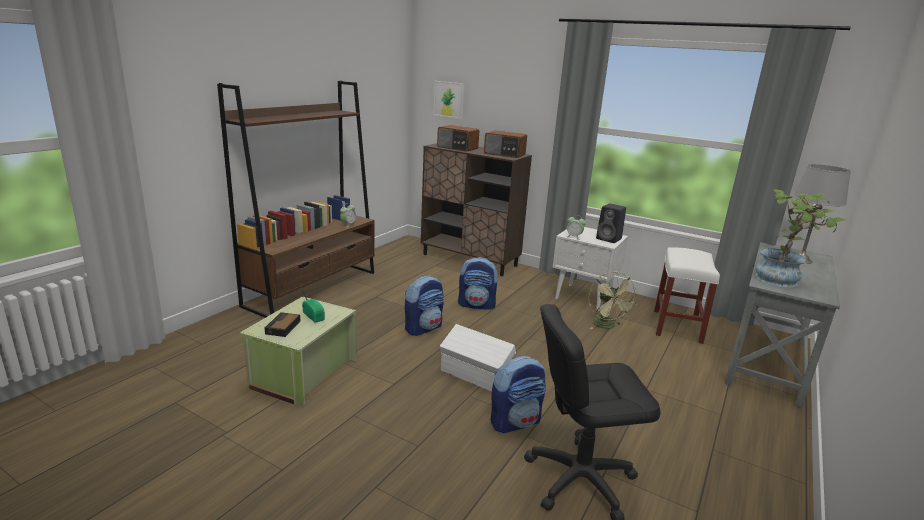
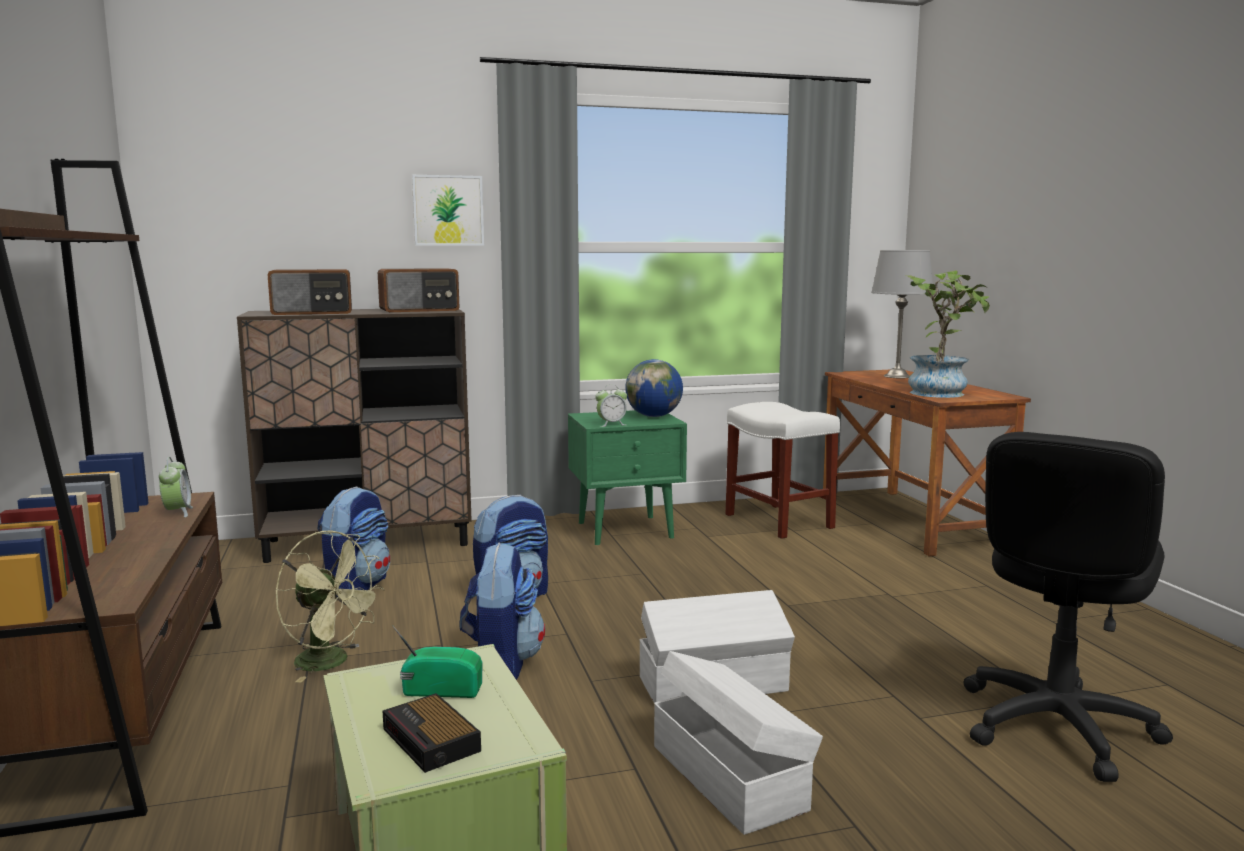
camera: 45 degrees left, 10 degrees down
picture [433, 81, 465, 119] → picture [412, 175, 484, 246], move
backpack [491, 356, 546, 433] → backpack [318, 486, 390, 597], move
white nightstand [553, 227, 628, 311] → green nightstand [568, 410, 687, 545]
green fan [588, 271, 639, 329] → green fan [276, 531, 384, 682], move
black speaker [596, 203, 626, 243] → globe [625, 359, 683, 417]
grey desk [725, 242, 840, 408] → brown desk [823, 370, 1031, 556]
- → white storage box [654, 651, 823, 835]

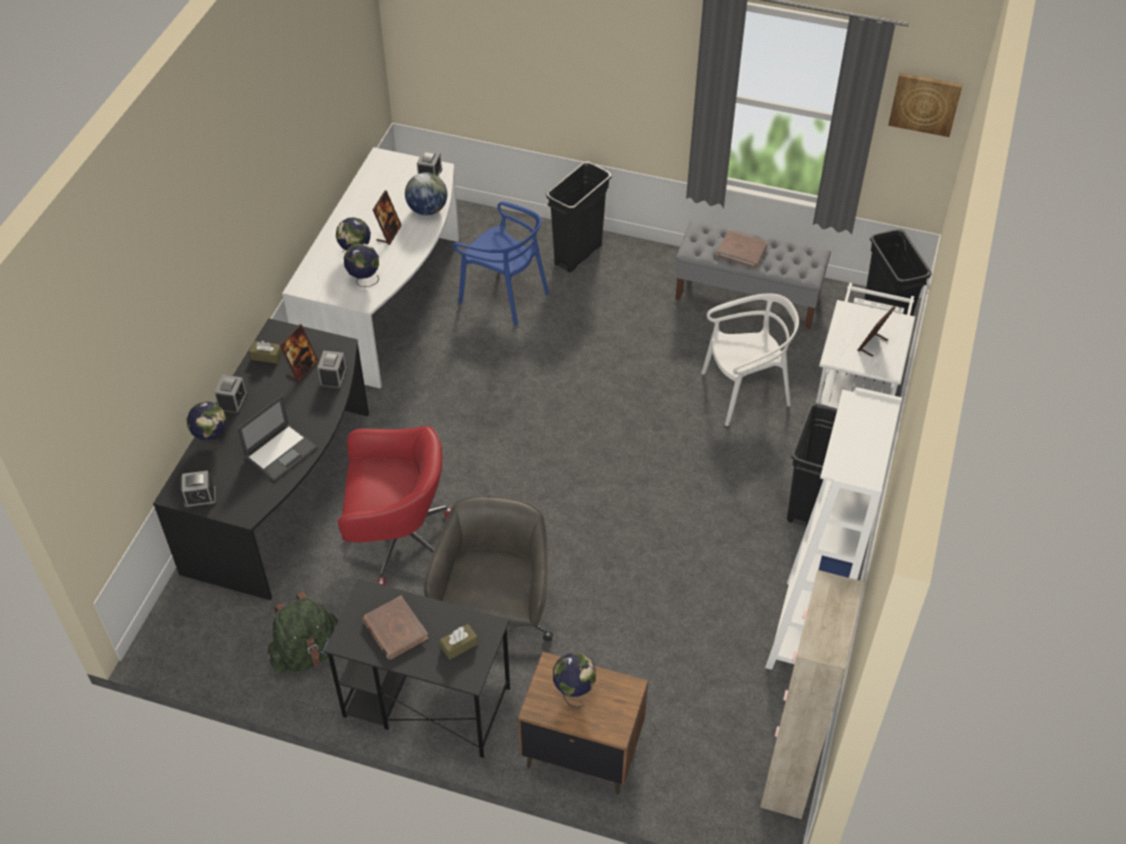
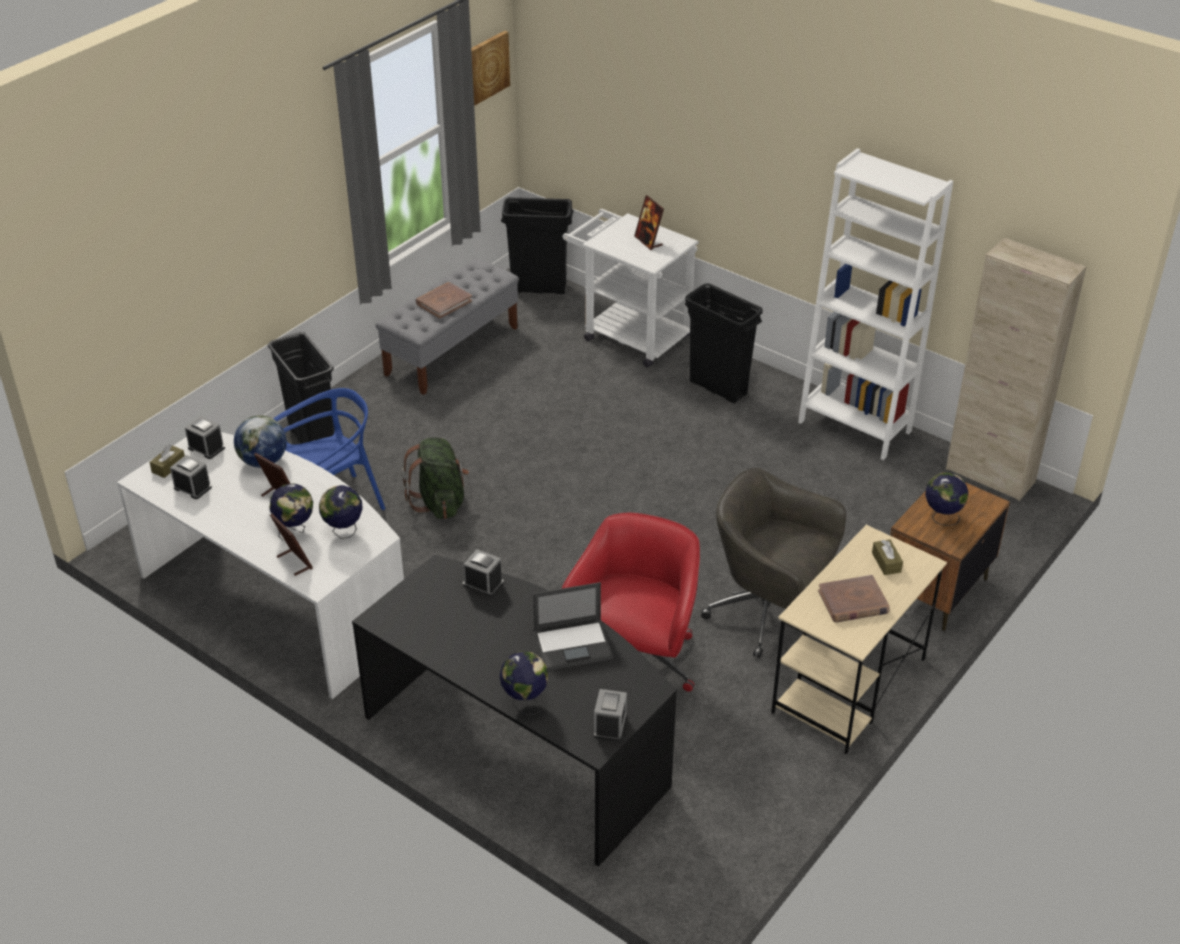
camera: 70 degrees left, 10 degrees down
alarm clock [214, 375, 247, 414] → alarm clock [170, 455, 212, 499], move
laptop [237, 395, 318, 481] → laptop [533, 582, 613, 670], 105 degrees clockwise
brown tissue box [249, 340, 283, 364] → brown tissue box [149, 444, 185, 478], move
green backpack [268, 592, 339, 672] → green backpack [402, 438, 469, 519], move
picture frame [280, 324, 319, 382] → picture frame [270, 514, 313, 576], move
black desk [324, 579, 510, 758] → beige desk [771, 525, 947, 754]
white chair [701, 293, 799, 426] → -

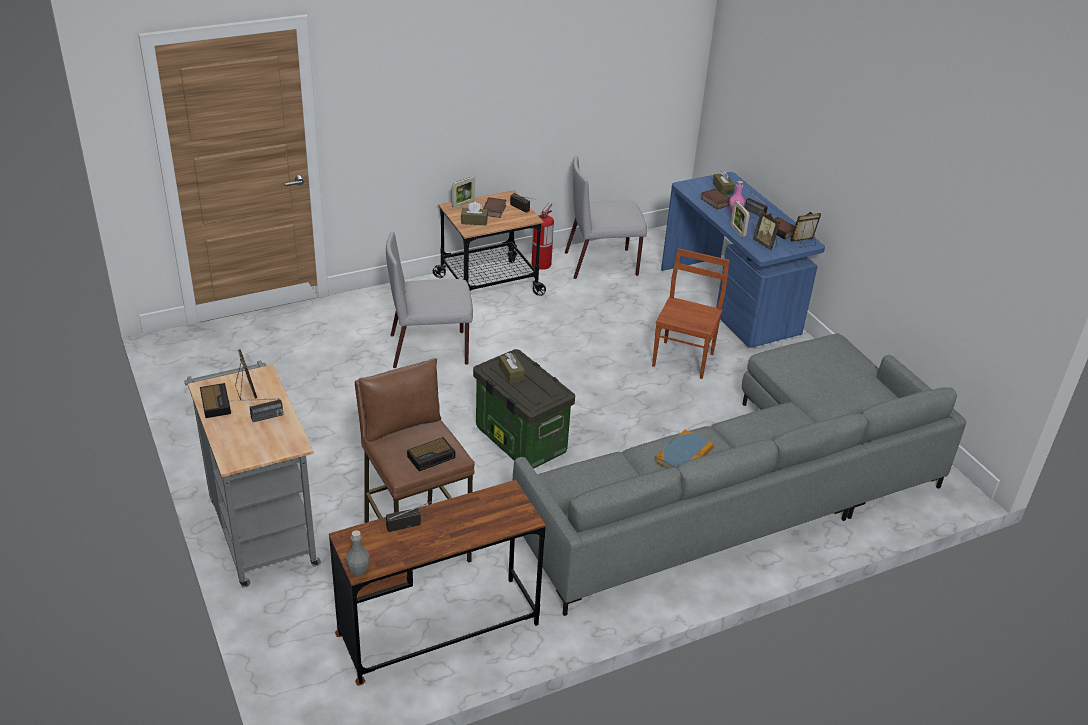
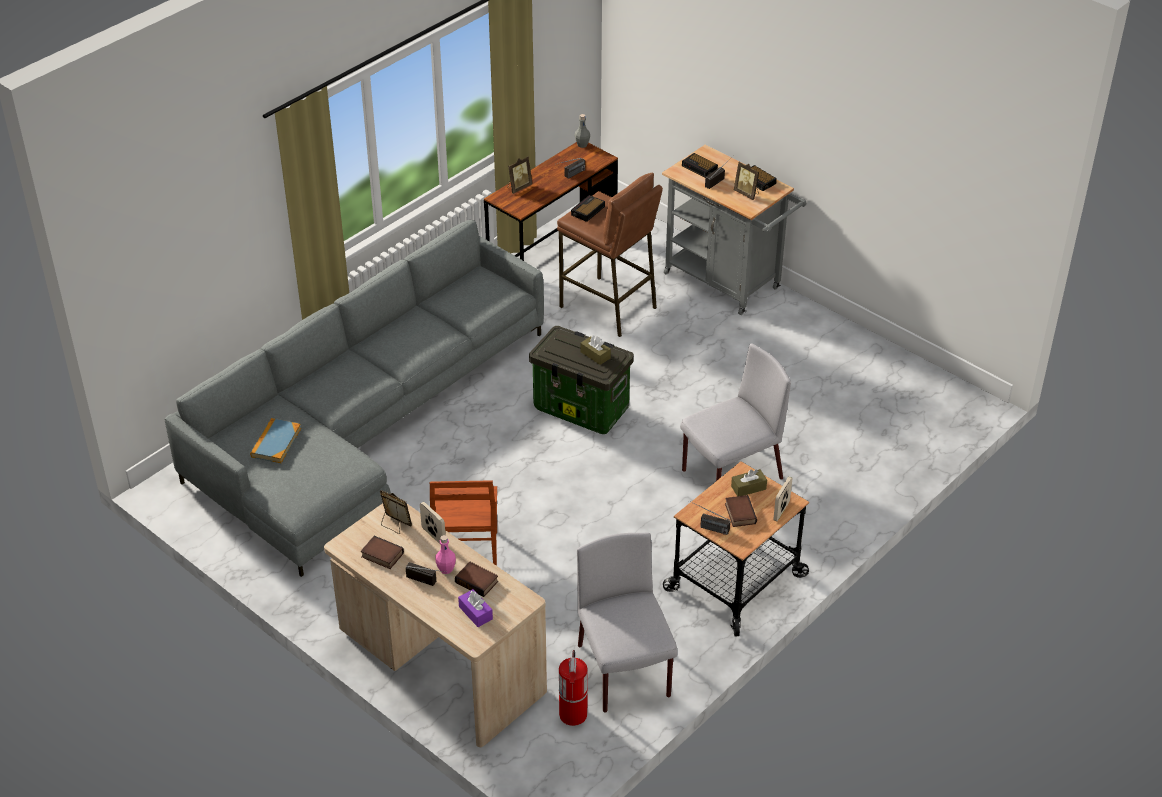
camera: 160 degrees right, 5 degrees up
fire extinguisher [532, 203, 554, 270] → fire extinguisher [559, 650, 588, 726], move
grey chair [565, 156, 647, 279] → grey chair [577, 533, 678, 713], 75 degrees counterclockwise
book [655, 429, 714, 469] → book [250, 418, 301, 463], move
blue desk [661, 172, 825, 348] → beige desk [324, 503, 547, 747]
brown tissue box [713, 170, 735, 195] → purple tissue box [458, 589, 493, 627]
picture frame [790, 212, 821, 248] → picture frame [508, 156, 532, 194], move
- → alarm clock [682, 153, 718, 178]

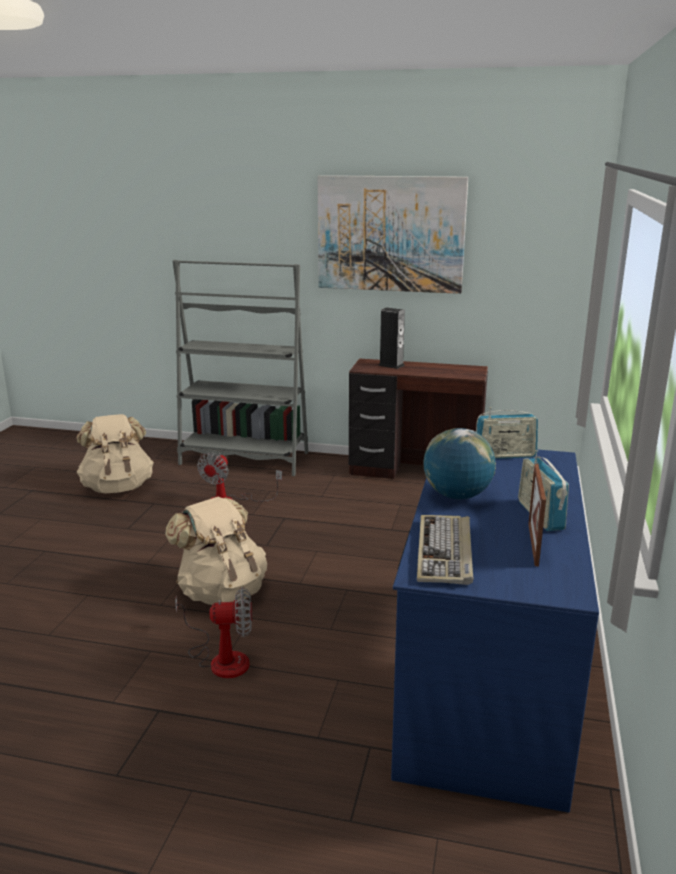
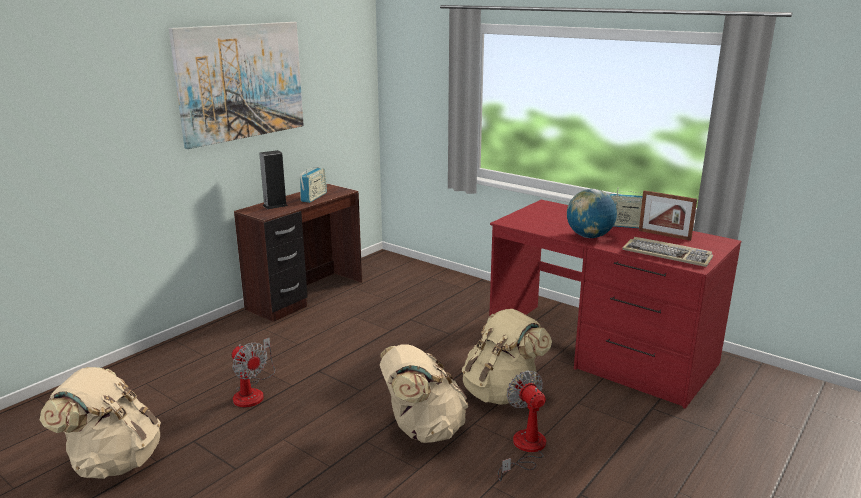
camera: 65 degrees left, 0 degrees up
grey bookcase [173, 260, 308, 476] → -
fan [175, 587, 252, 678] → fan [498, 371, 546, 482], 45 degrees counterclockwise
blue desk [391, 449, 599, 813] → red desk [489, 200, 741, 409]
radio [476, 407, 538, 459] → radio [300, 167, 327, 203], move
- → beige backpack [462, 309, 552, 405]

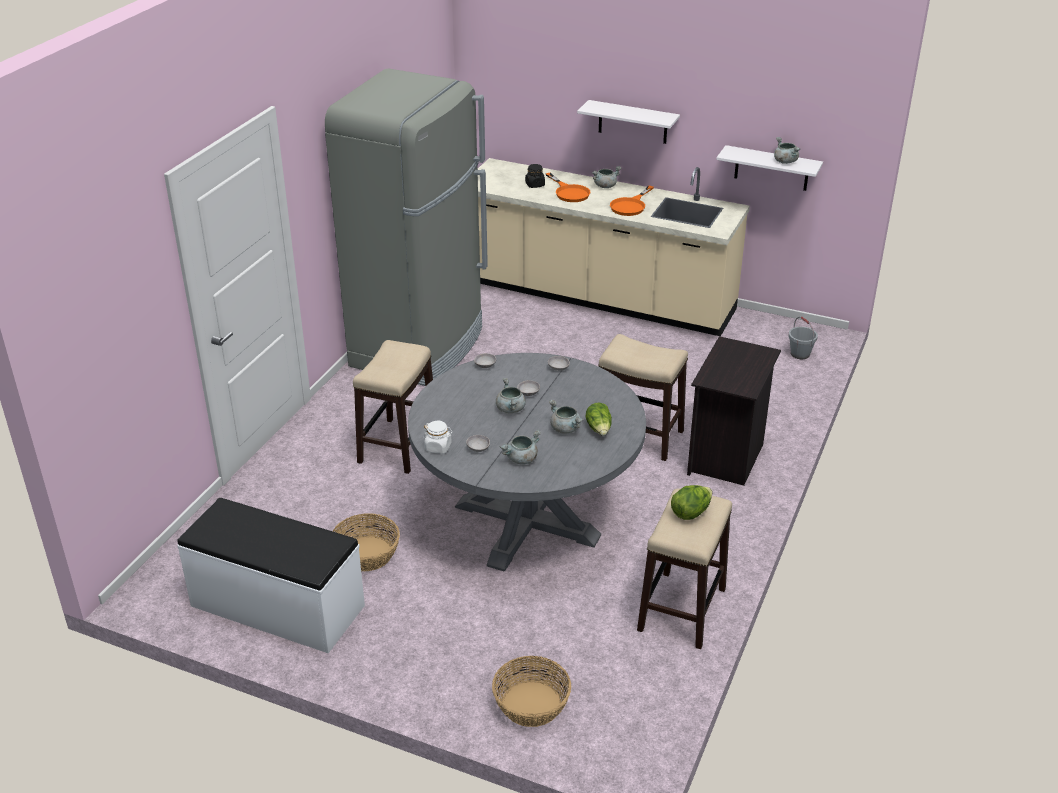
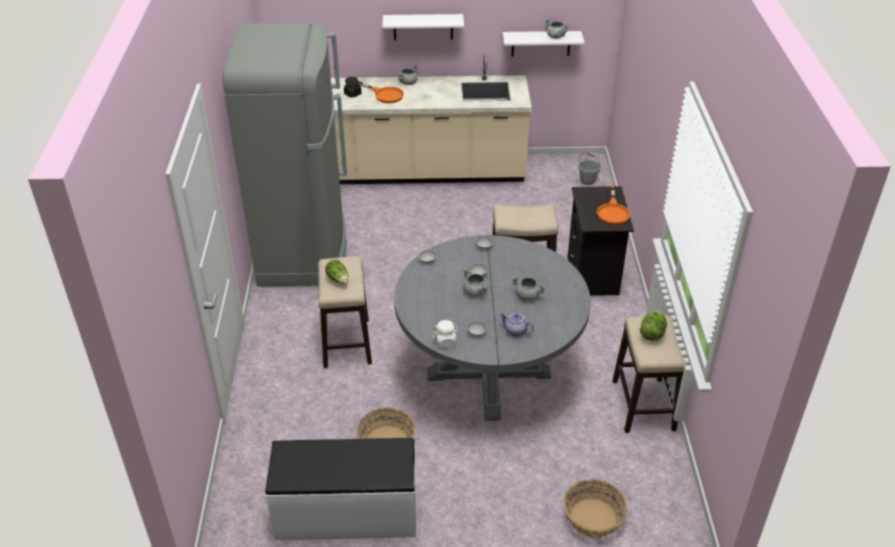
camera: 25 degrees left, 5 degrees up
grey cooking pot [500, 430, 541, 465] → teapot [499, 312, 534, 337]
lettuce [585, 403, 612, 436] → lettuce [325, 260, 348, 284], move
orange frying pan [610, 186, 654, 216] → orange frying pan [597, 185, 630, 225], move

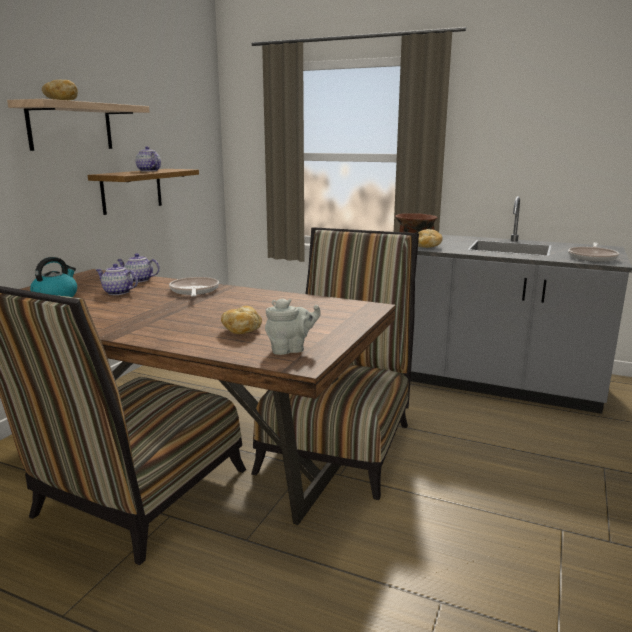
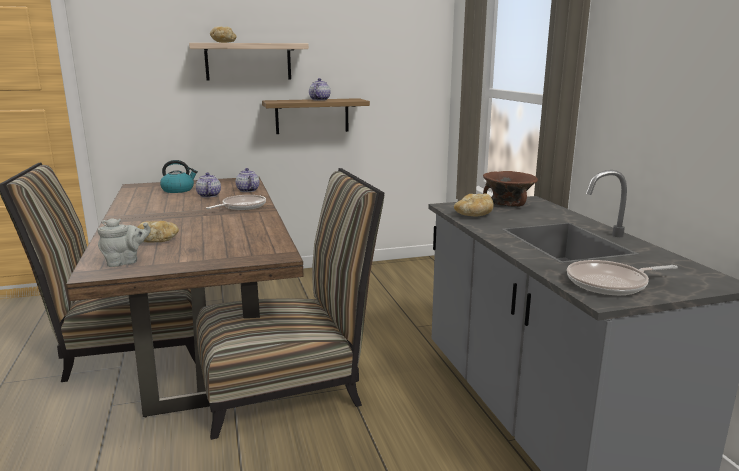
camera: 50 degrees right, 0 degrees up
grey teapot [265, 298, 321, 355] → grey teapot [97, 218, 151, 267], 60 degrees counterclockwise

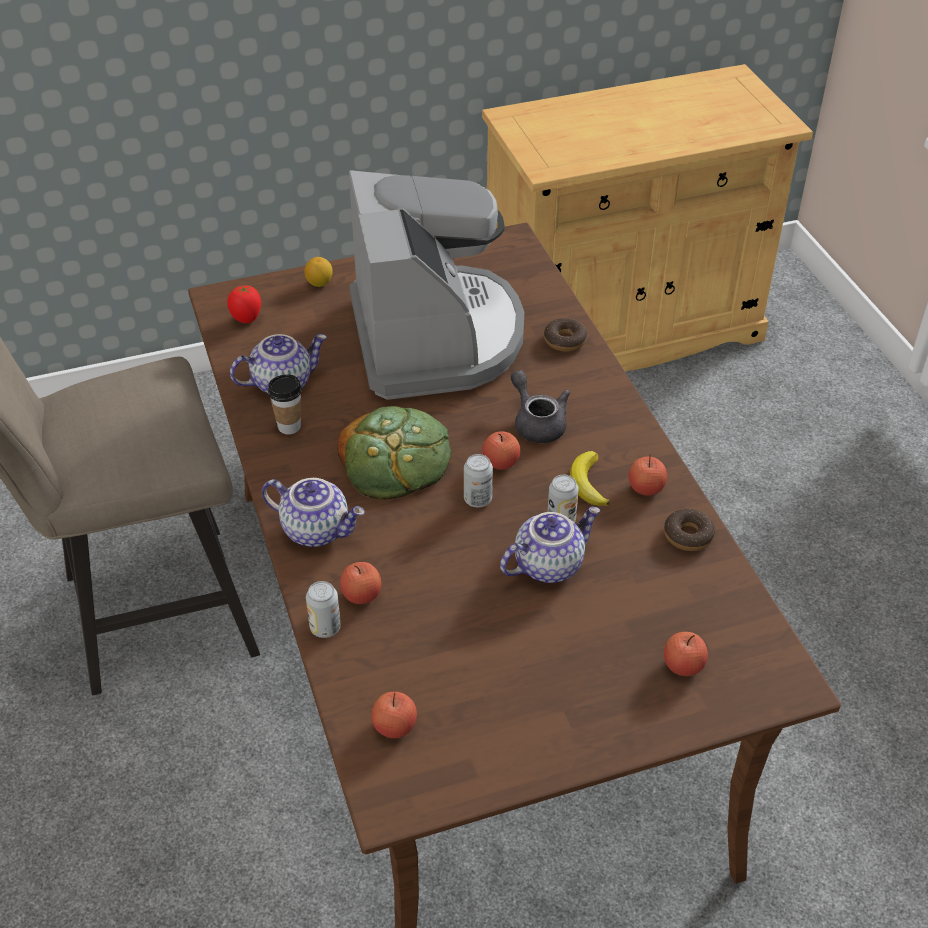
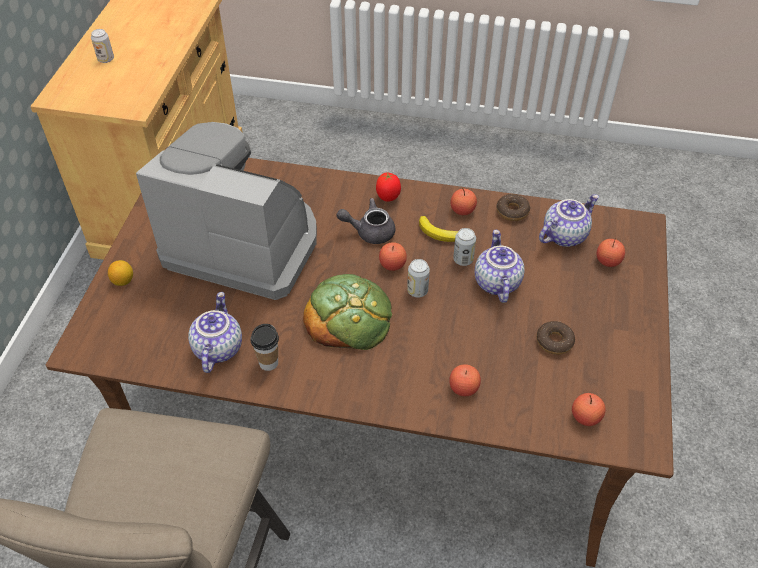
camera: 60 degrees left, 5 degrees up
tomato [227, 286, 261, 323] → tomato [376, 172, 401, 202], move
teapot [262, 478, 365, 547] → teapot [539, 194, 599, 247], move
can [306, 581, 341, 638] → can [91, 29, 114, 63], move
donut [544, 318, 587, 351] → donut [536, 321, 575, 355], move

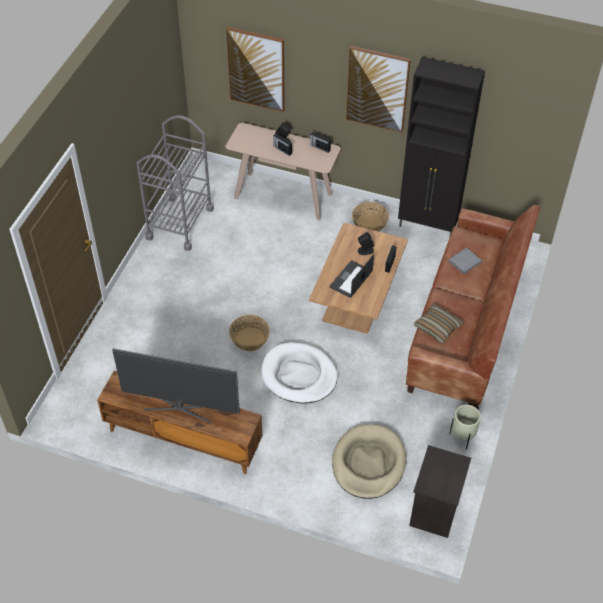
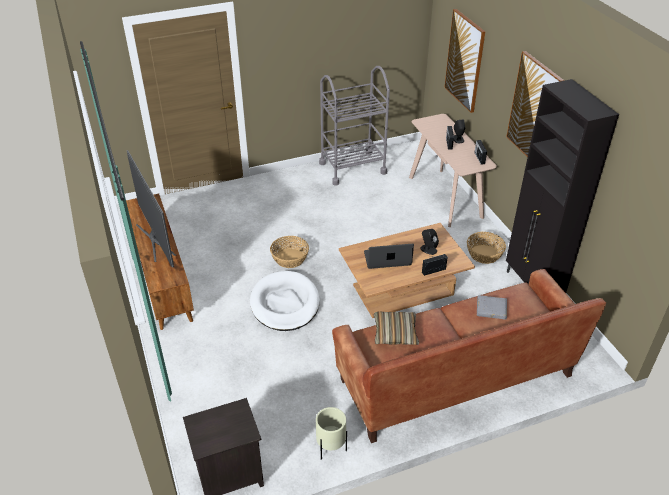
camera: 50 degrees right, 10 degrees down
beige dog bed [332, 424, 406, 499] → -

